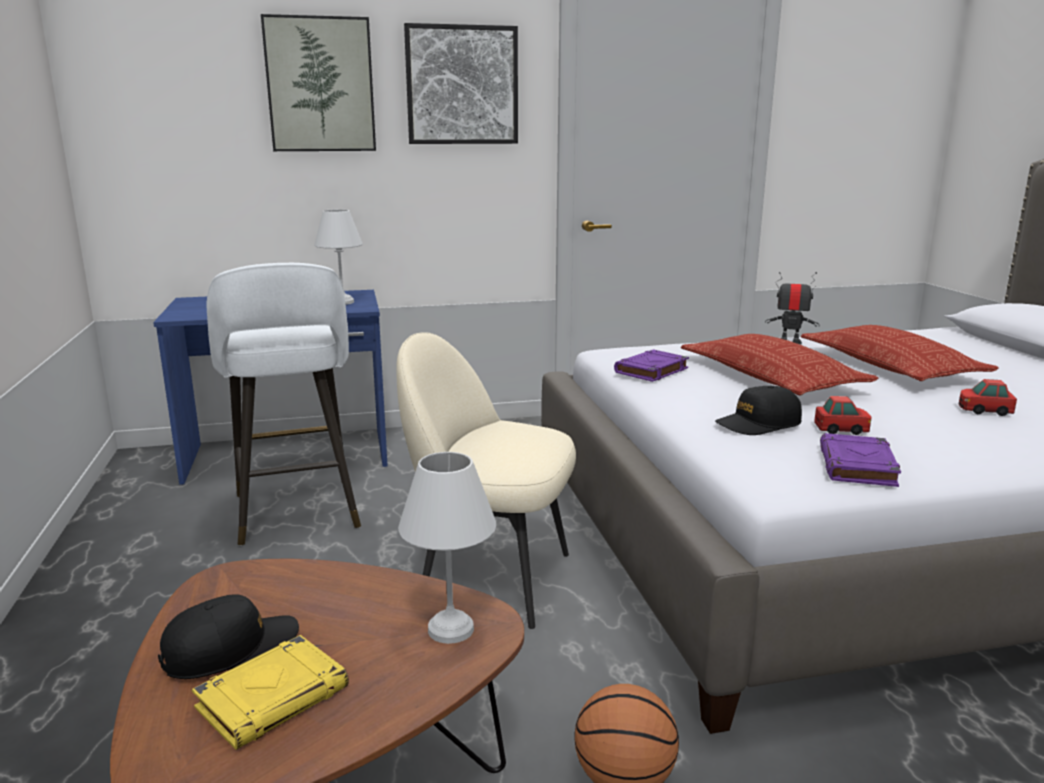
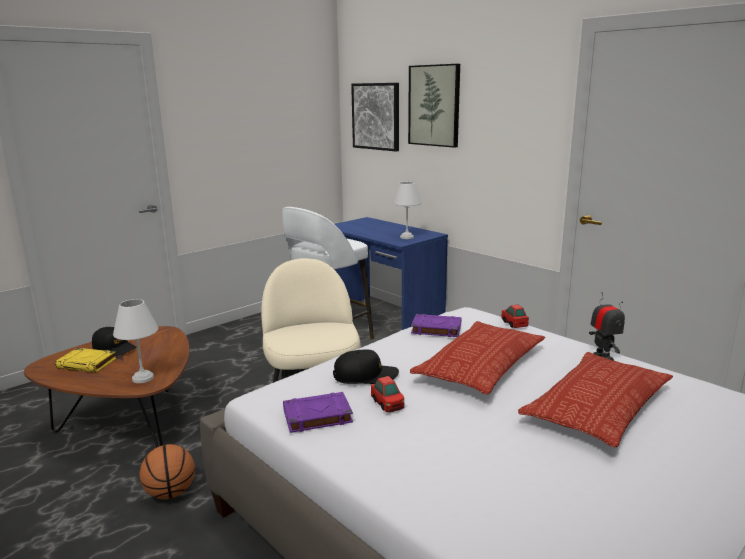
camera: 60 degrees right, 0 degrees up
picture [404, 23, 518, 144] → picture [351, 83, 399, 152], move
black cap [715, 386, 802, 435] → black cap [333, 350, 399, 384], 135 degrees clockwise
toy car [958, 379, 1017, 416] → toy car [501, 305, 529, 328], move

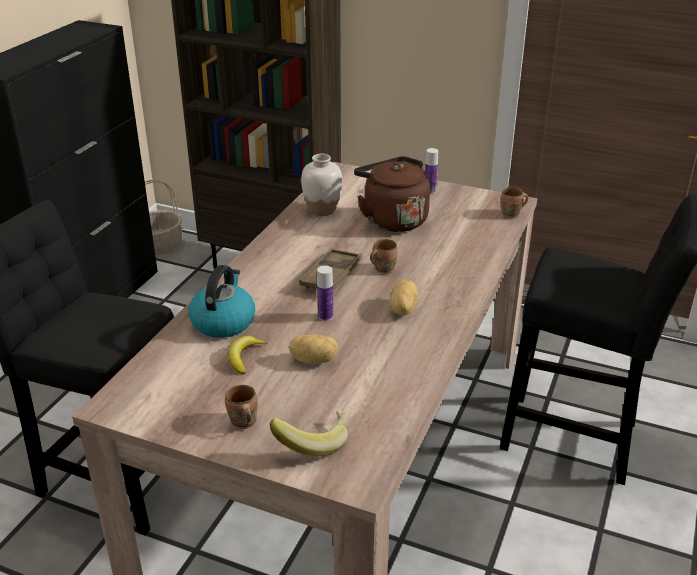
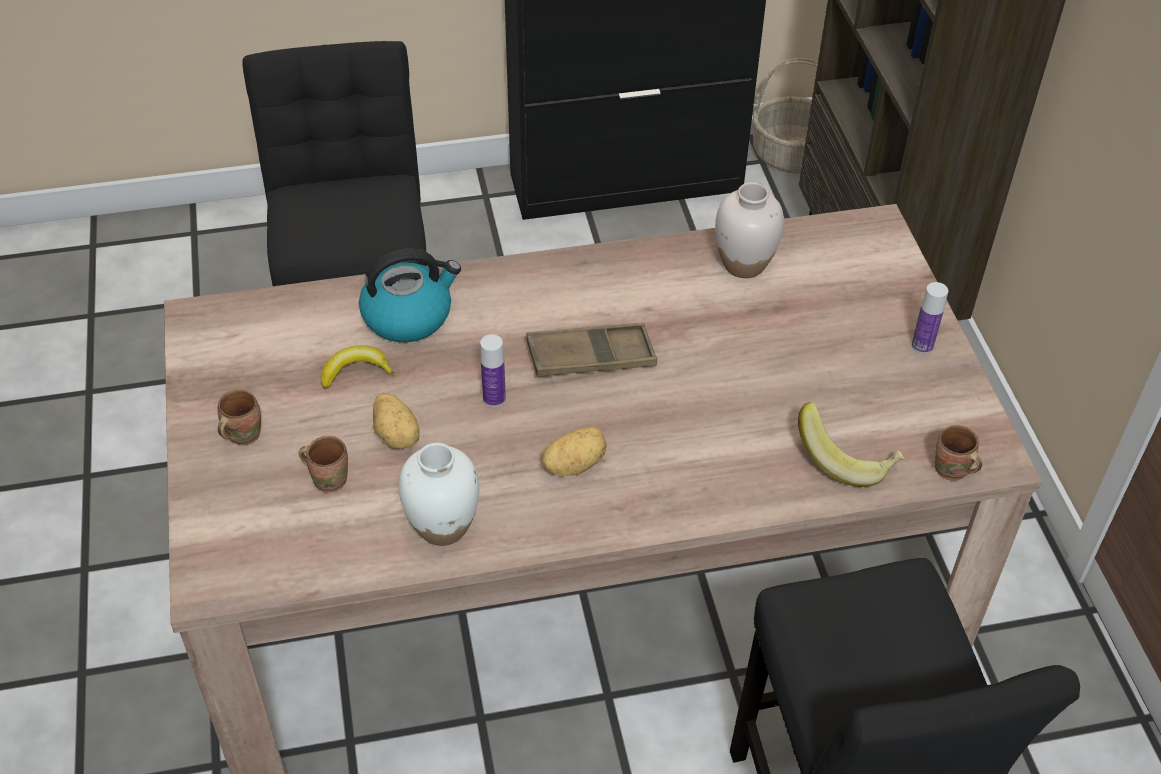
camera: 55 degrees right, 15 degrees up
banana [270, 411, 348, 456] → banana [798, 402, 904, 487], move
brown kettle [354, 156, 430, 232] → -
brown mug [370, 239, 398, 274] → brown mug [299, 436, 348, 493], move
- → white vase [398, 443, 479, 546]

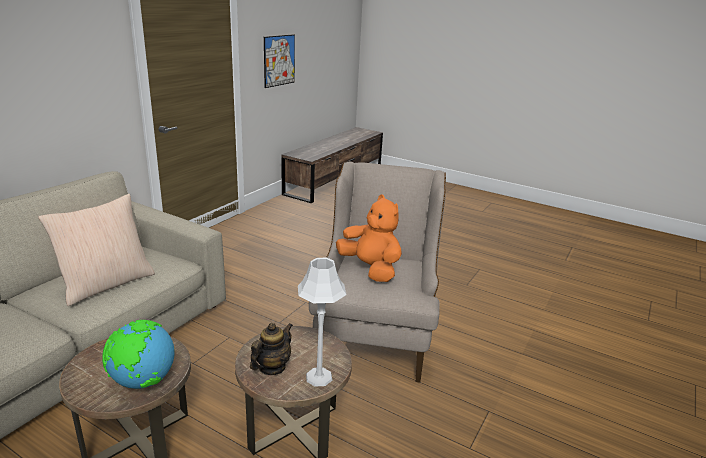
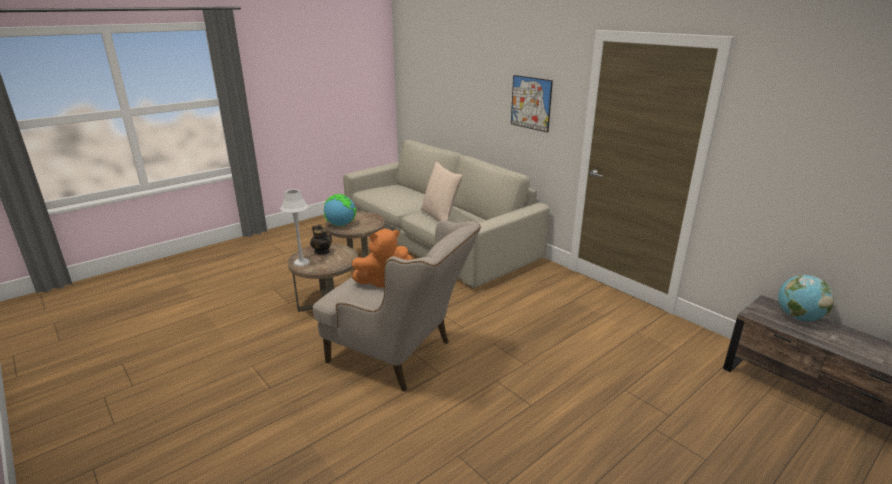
camera: 110 degrees right, 0 degrees up
picture [264, 34, 295, 88] → picture [511, 75, 553, 133], move
- → globe [778, 275, 834, 321]

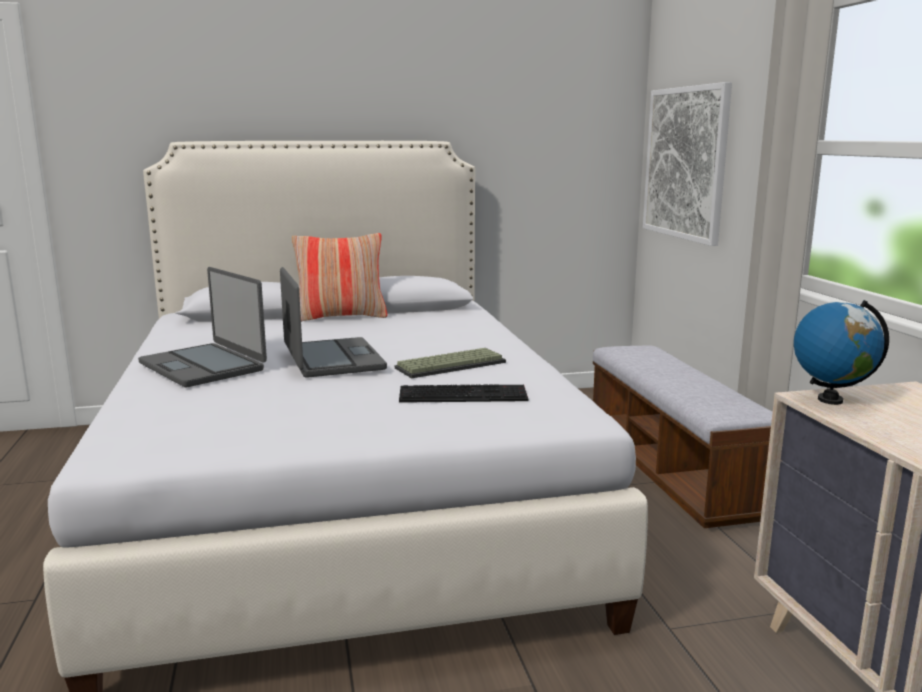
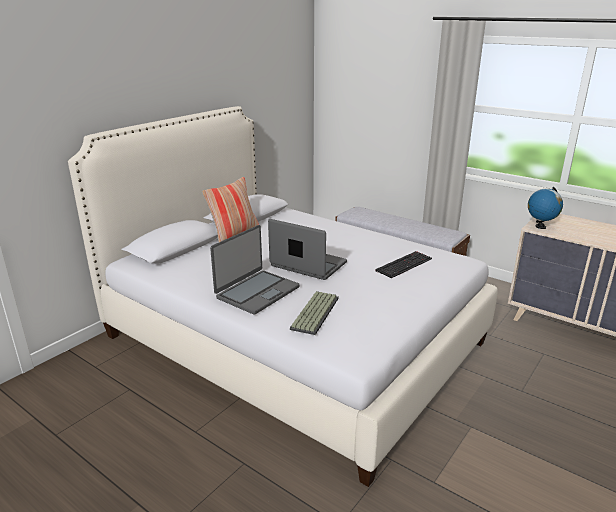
camera: 40 degrees left, 10 degrees up
laptop [138, 267, 267, 387] → laptop [210, 225, 300, 315], 60 degrees counterclockwise
keyboard [395, 348, 506, 378] → keyboard [290, 291, 339, 335], move
picture [643, 82, 732, 246] → -

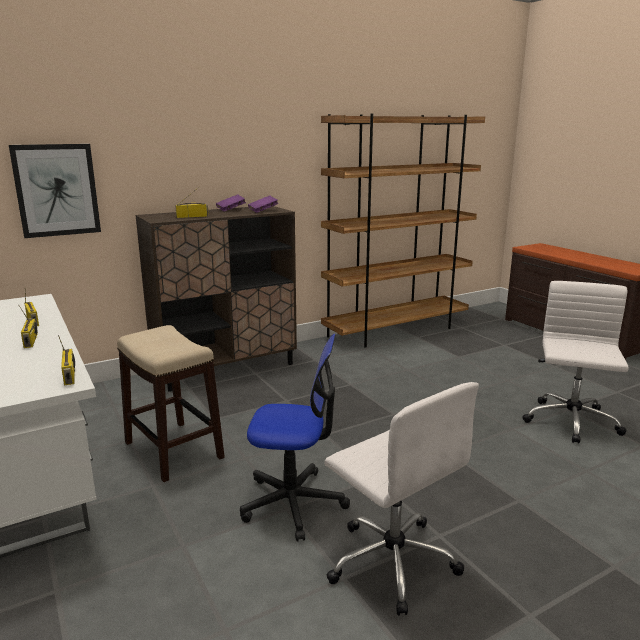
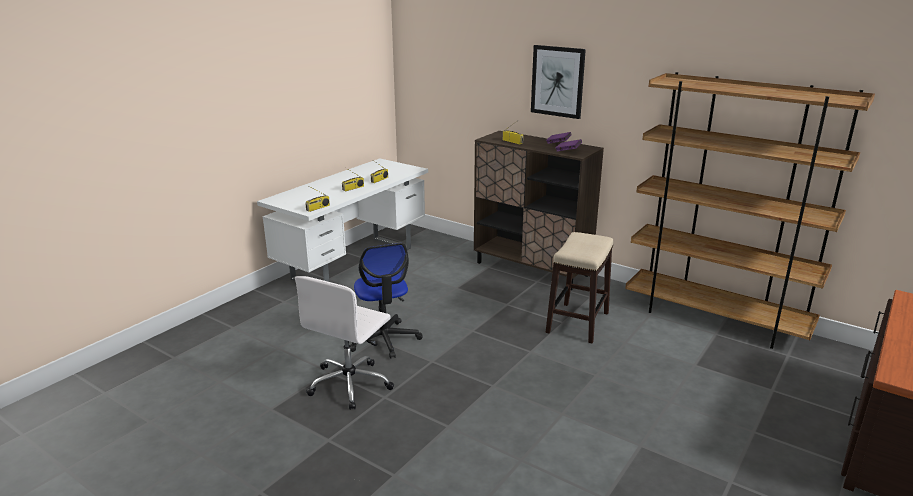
camera: 65 degrees right, 5 degrees up
picture [9, 144, 101, 238] → picture [531, 45, 586, 119], move
stool [117, 325, 225, 482] → stool [546, 232, 613, 343], move
white office chair [522, 281, 629, 443] → -

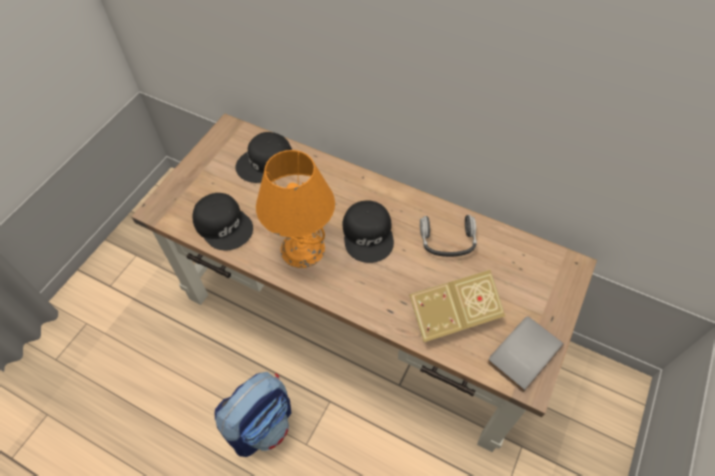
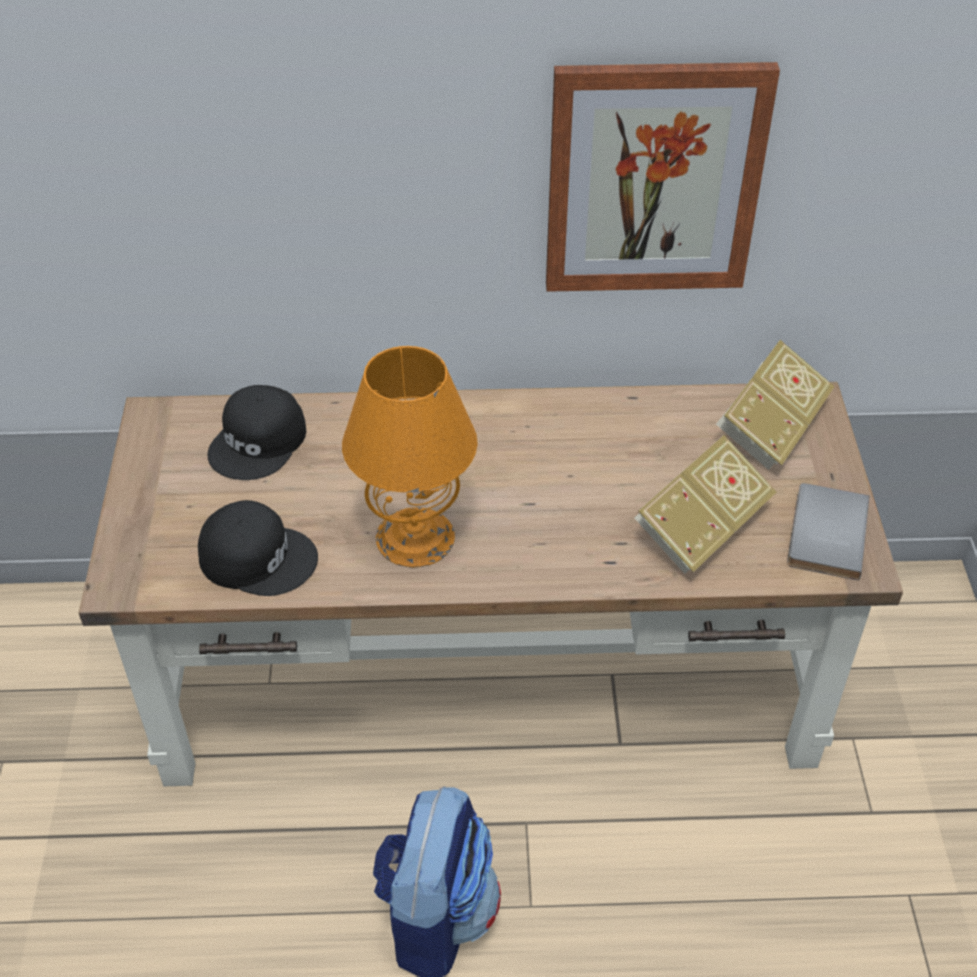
camera: 30 degrees left, 10 degrees down
black cap [343, 200, 394, 263] → -
headphones [420, 215, 477, 257] → -
- → picture [546, 62, 780, 292]
- → book [716, 340, 835, 470]

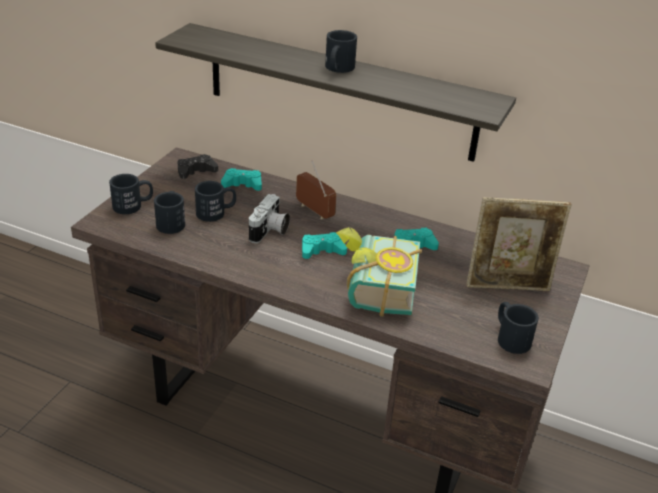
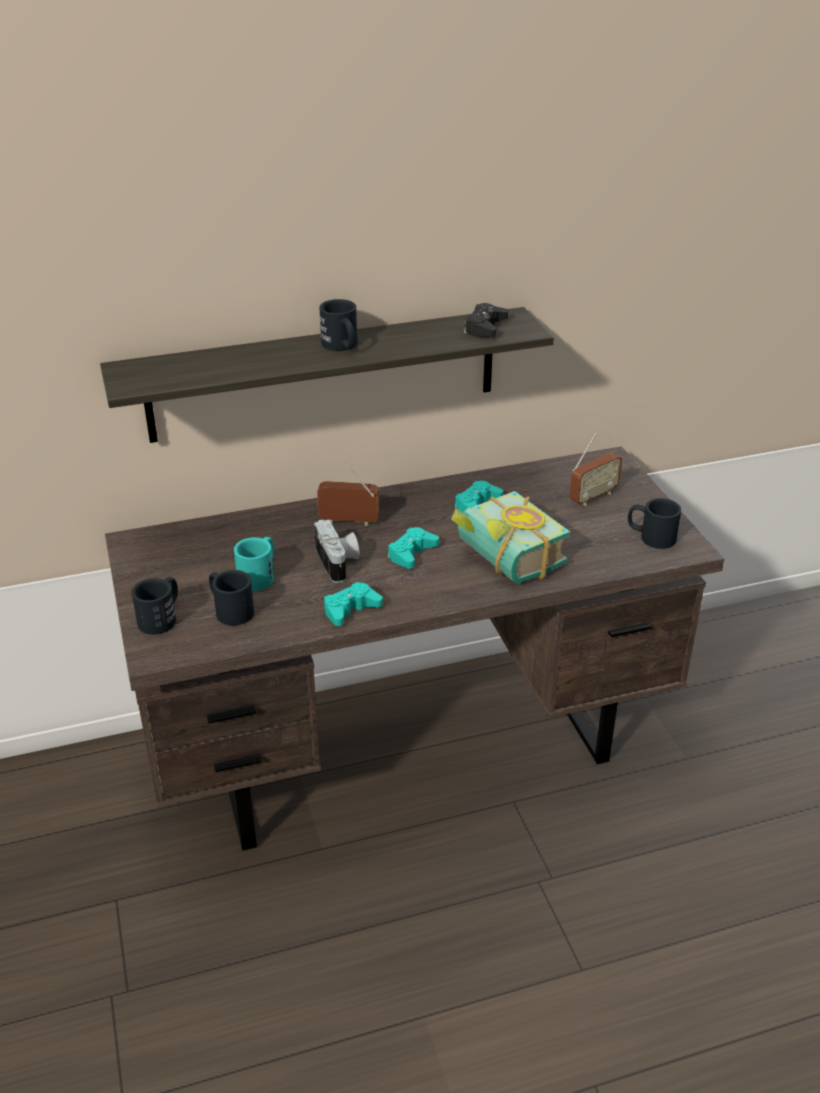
camera: 40 degrees left, 0 degrees up
black game controller [177, 154, 218, 179] → black game controller [464, 303, 508, 337], move
black mug [195, 181, 236, 222] → turquoise mug [234, 537, 274, 591]
turquoise game controller [221, 168, 262, 191] → turquoise game controller [324, 582, 383, 626], move
picture frame [466, 197, 572, 291] → radio [570, 432, 622, 506]

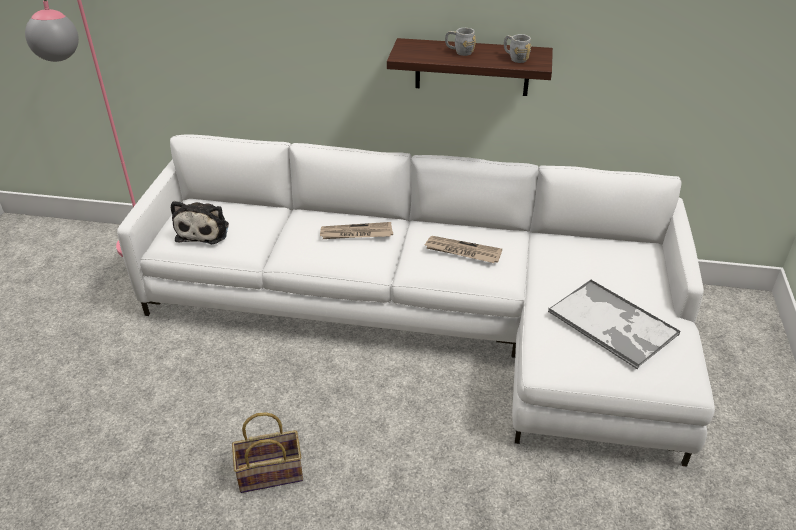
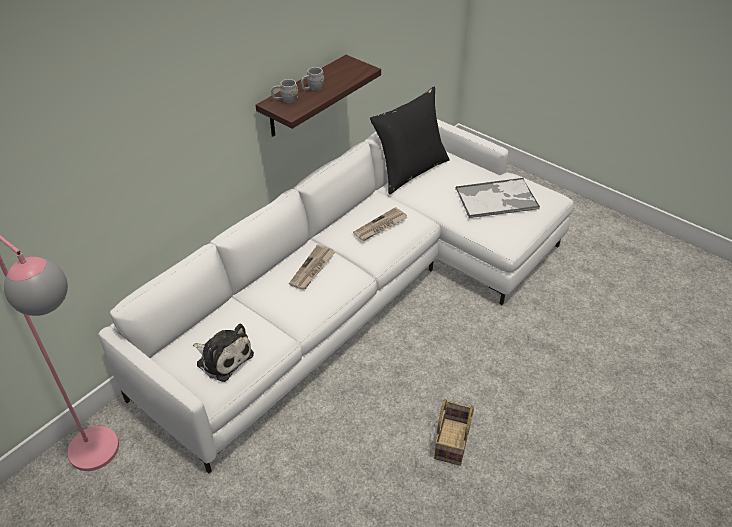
camera: 60 degrees left, 5 degrees up
grey mug [504, 34, 531, 63] → grey mug [271, 79, 298, 103], move
- → black pillow [370, 87, 450, 194]

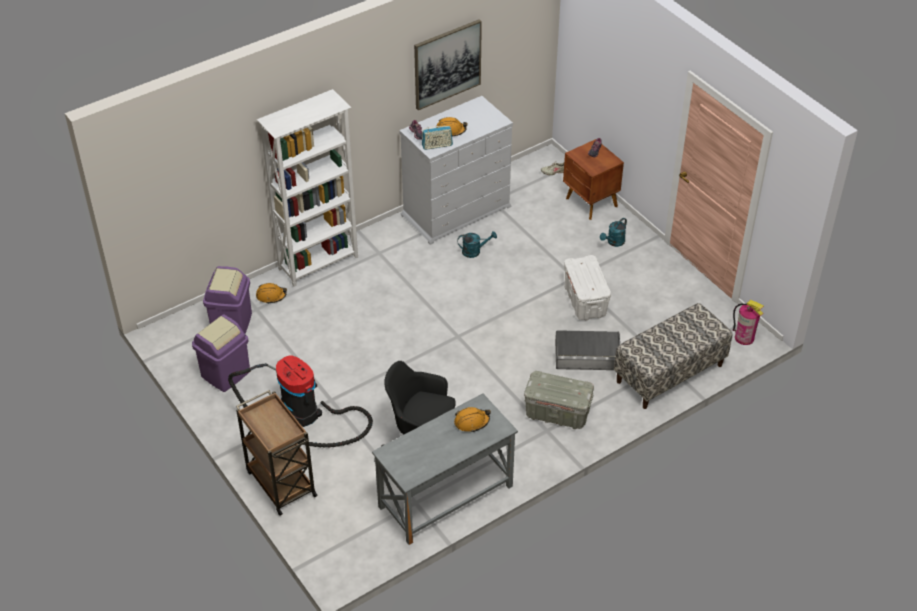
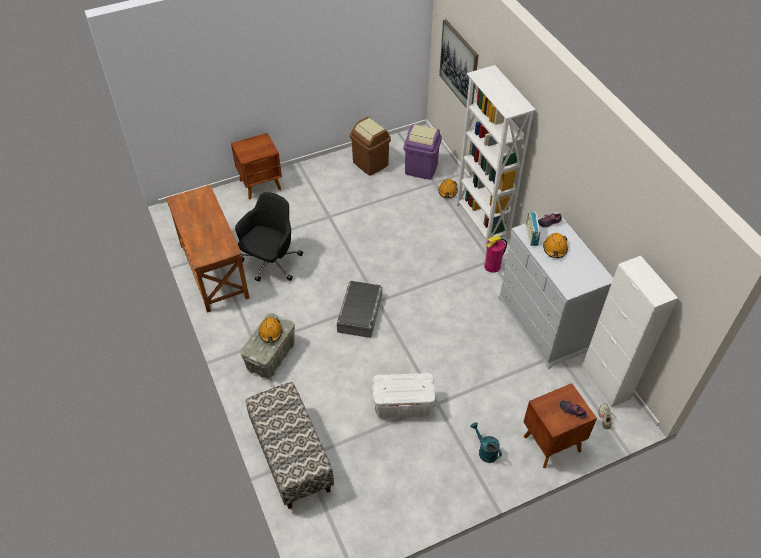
camera: 100 degrees right, 5 degrees up
purple trash can [192, 314, 250, 392] → brown trash can [350, 117, 391, 176]
vacuum cleaner [228, 355, 373, 448] → -
brown cart [236, 390, 318, 516] → brown nightstand [231, 133, 282, 199]
grey desk [372, 393, 518, 545] → brown desk [166, 185, 250, 313]
picture [414, 19, 482, 110] → picture [439, 19, 478, 107], move
orange hard hat [454, 407, 491, 432] → orange hard hat [258, 317, 282, 343], move
turquoise watering can [457, 231, 497, 258] → -
grey storage box [555, 330, 620, 370] → grey storage box [337, 281, 382, 338], move
fire extinguisher [733, 300, 764, 345] → fire extinguisher [484, 235, 507, 273], move
- → white cabinet [582, 256, 678, 407]

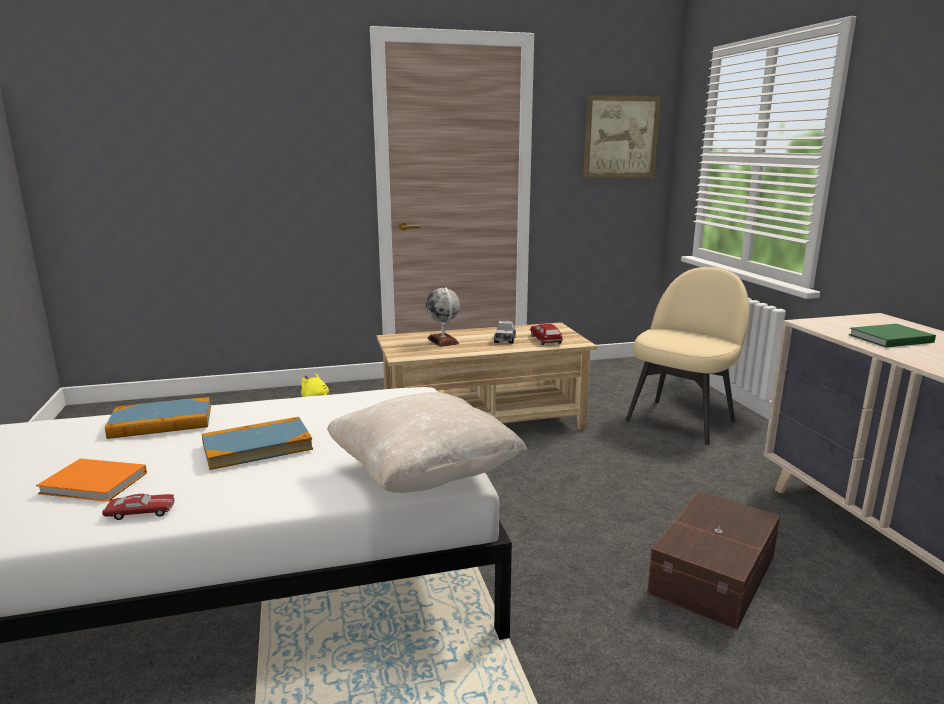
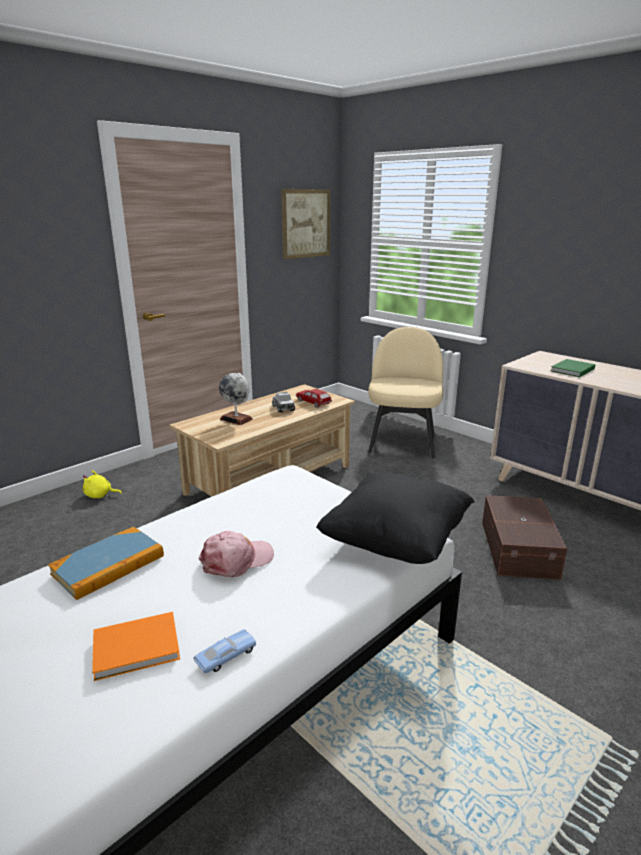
camera: 30 degrees left, 5 degrees up
red toy car [102, 494, 175, 520] → blue toy car [194, 629, 257, 673]
book [202, 417, 313, 470] → pink cap [198, 531, 274, 577]
beige pillow [327, 392, 527, 493] → black pillow [316, 472, 475, 564]

